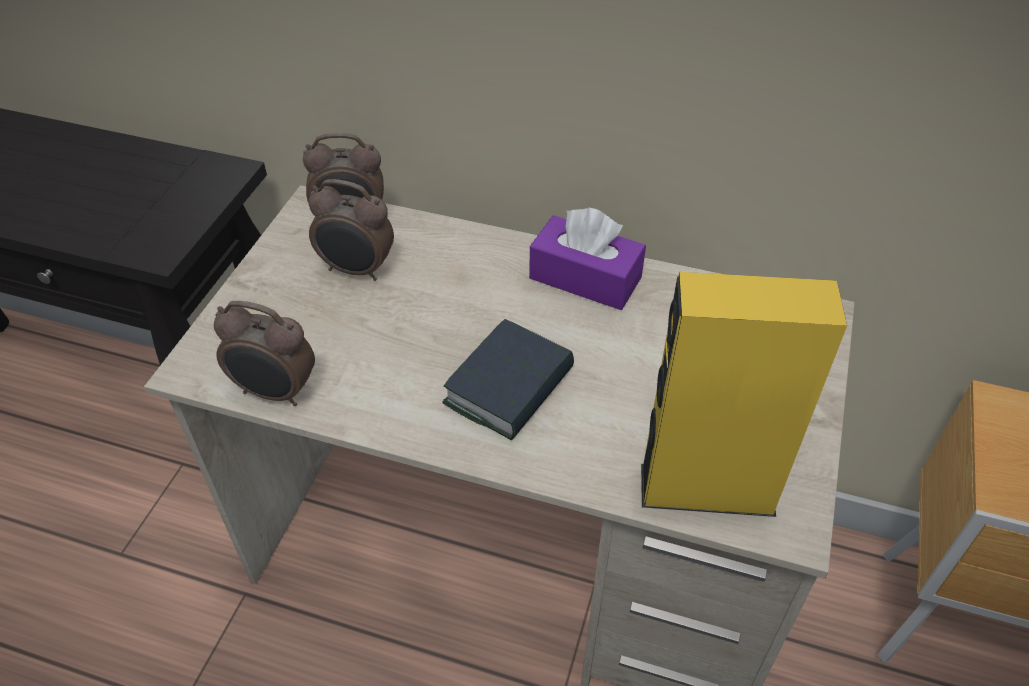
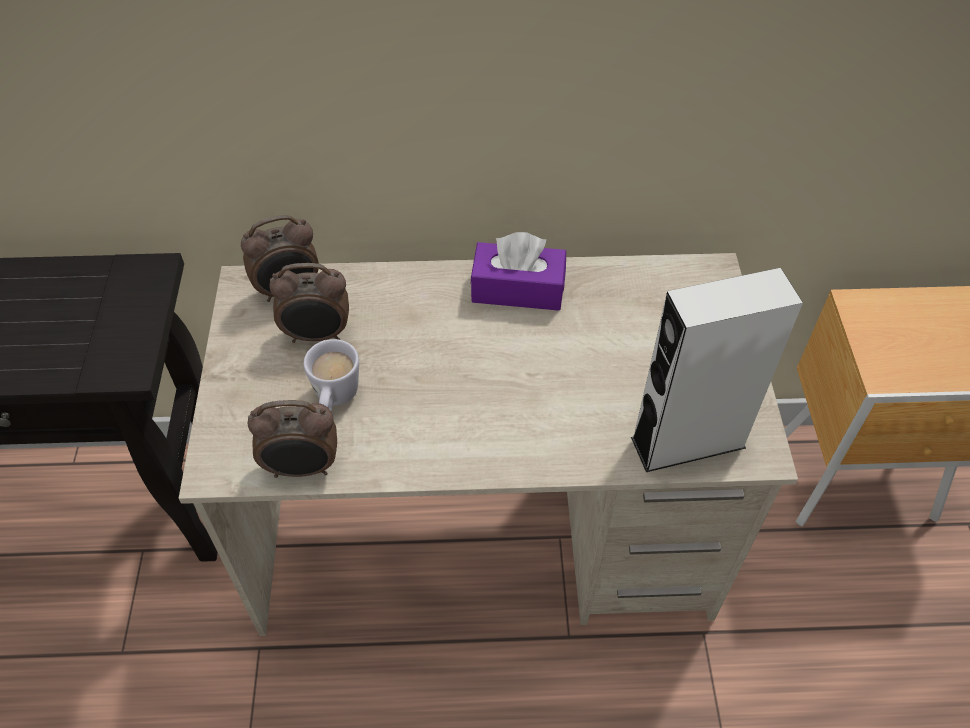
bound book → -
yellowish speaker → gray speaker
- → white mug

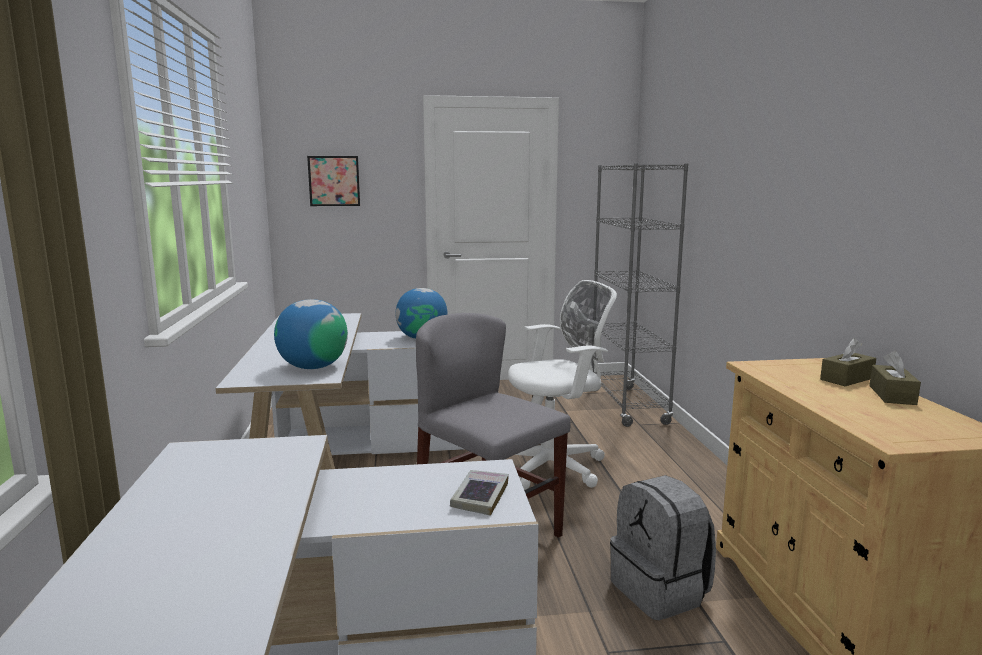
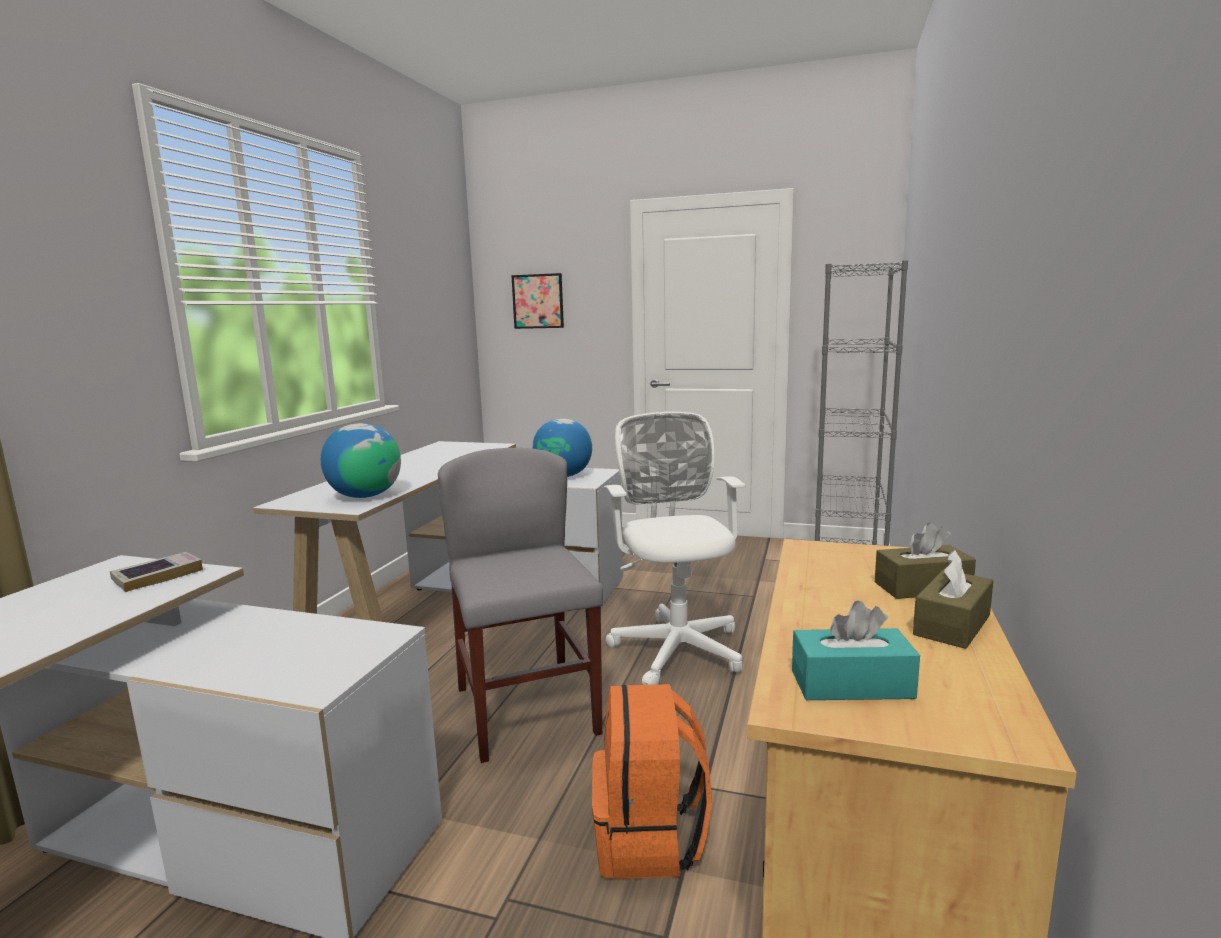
bound book, move
white office chair, 105 degrees counterclockwise
gray backpack → orange backpack
- → turquoise tissue box

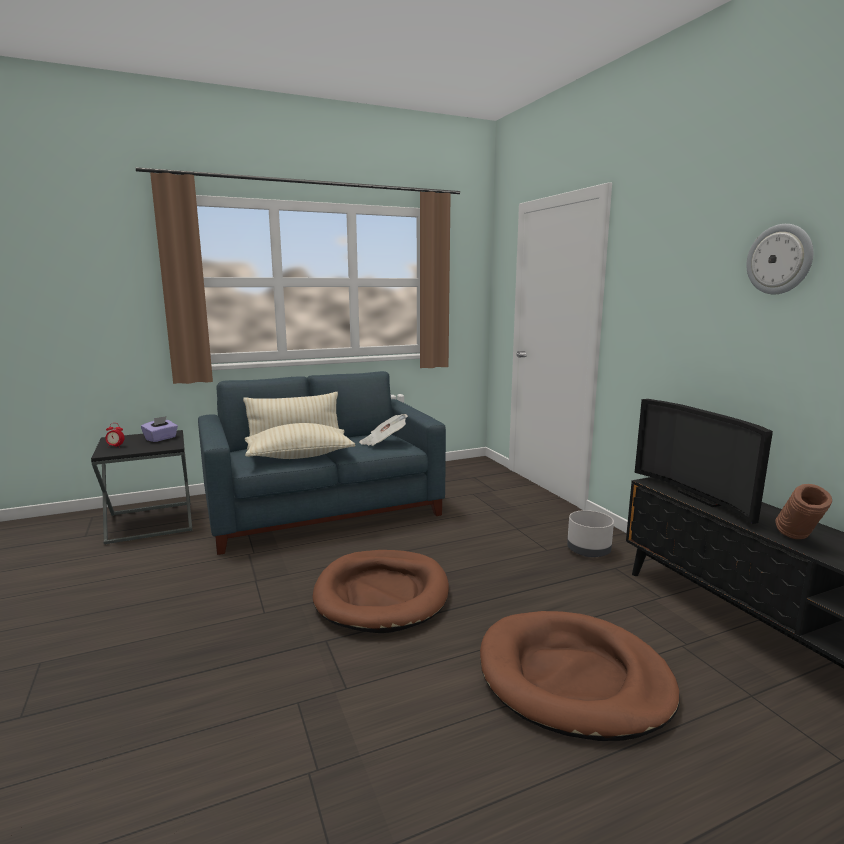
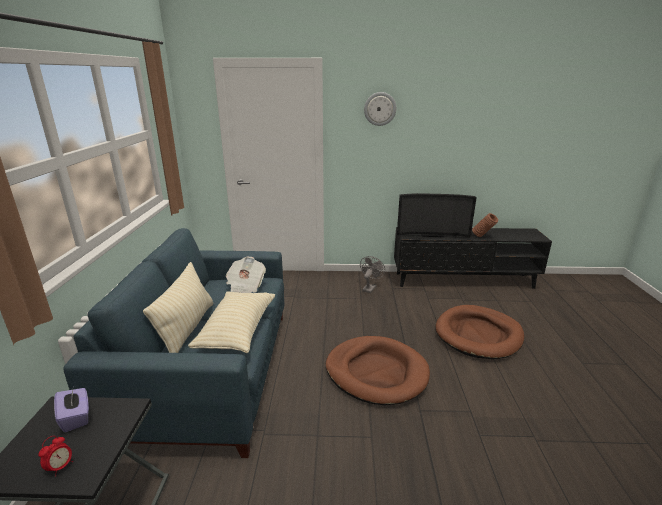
gray planter → gray fan
clock on the wall, move

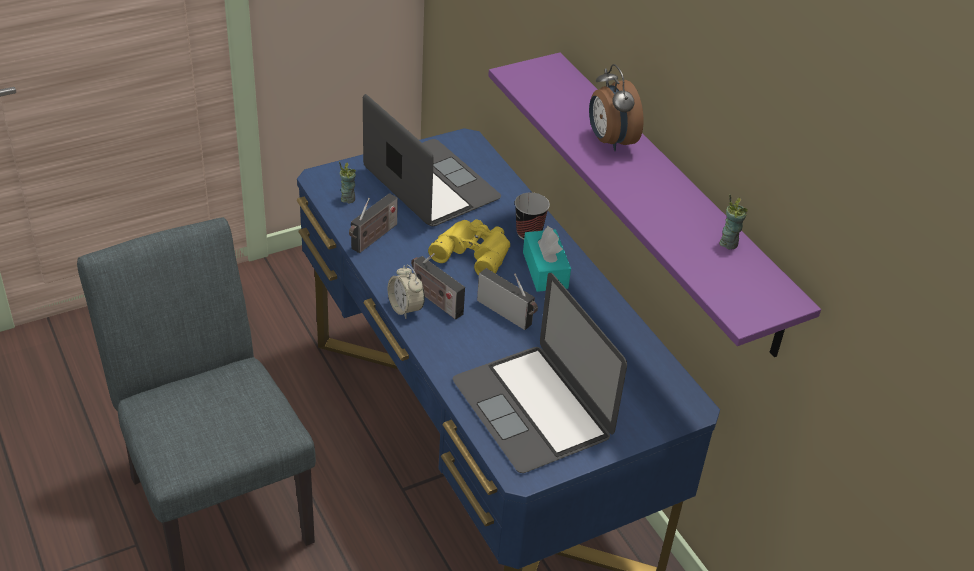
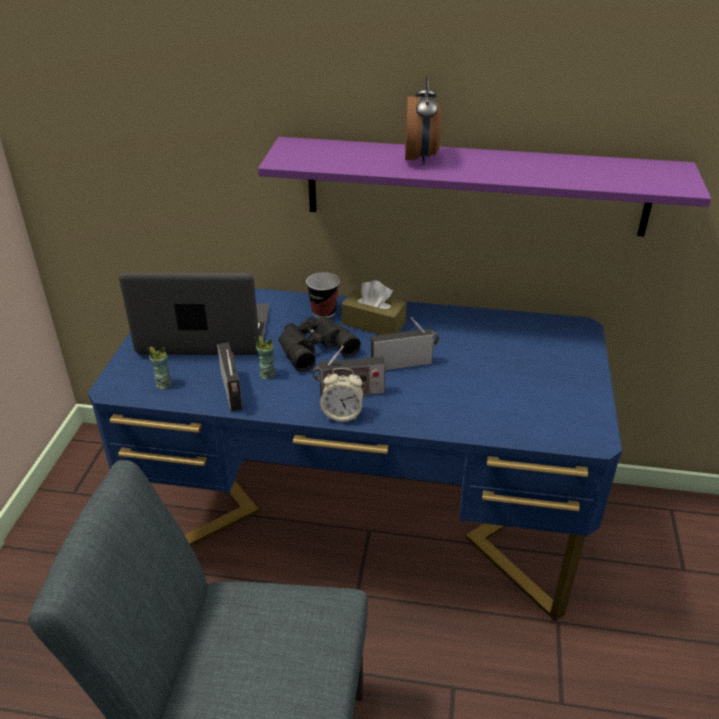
yellowish pair of binoculars → black-coloured pair of binoculars
laptop (2nd from left) → -
turquoise tissue box → brown-coloured tissue box
table clock (2nd from left), 105 degrees counterclockwise
drinking cup (3rd from left in the first image) → drinking cup (2nd from left), move

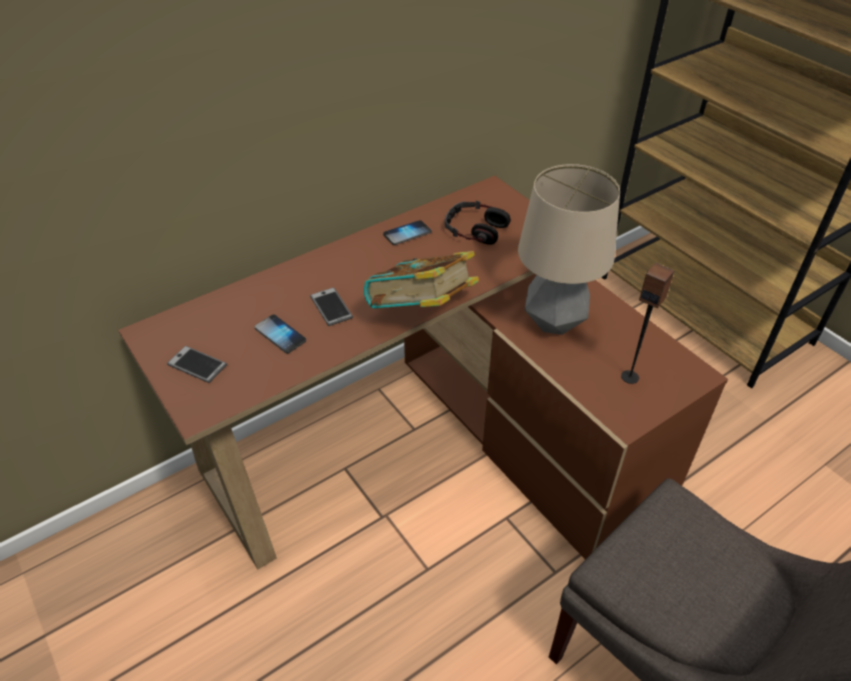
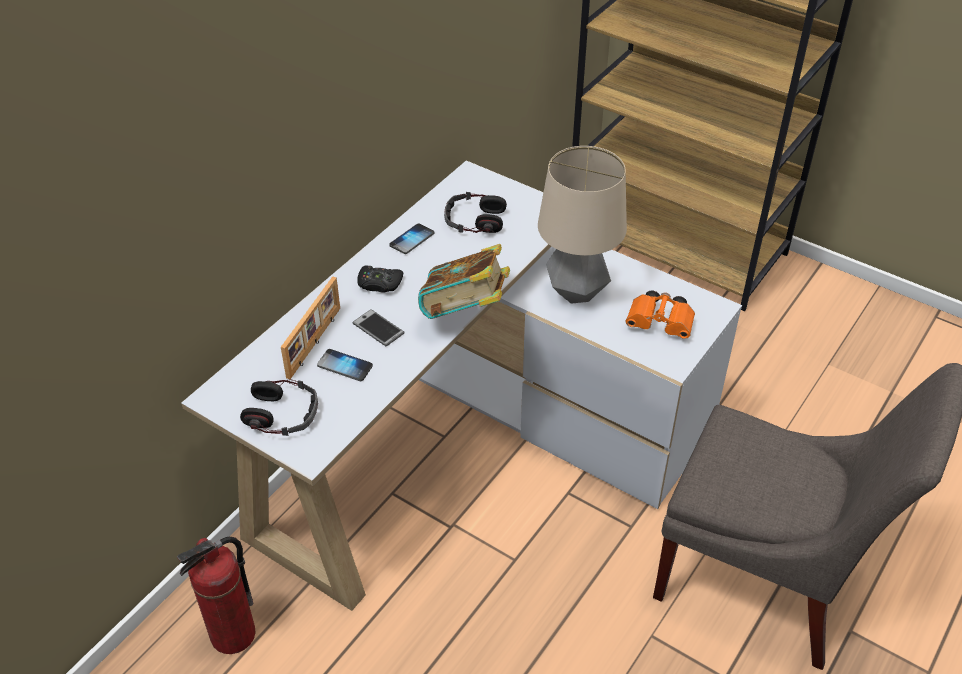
brown-coloured desk unit → white desk unit
phone (1st from left) → headset (1st from left)
speaker → orange pair of binoculars
- → extinguisher
- → standing frame
- → black-coloured joypad

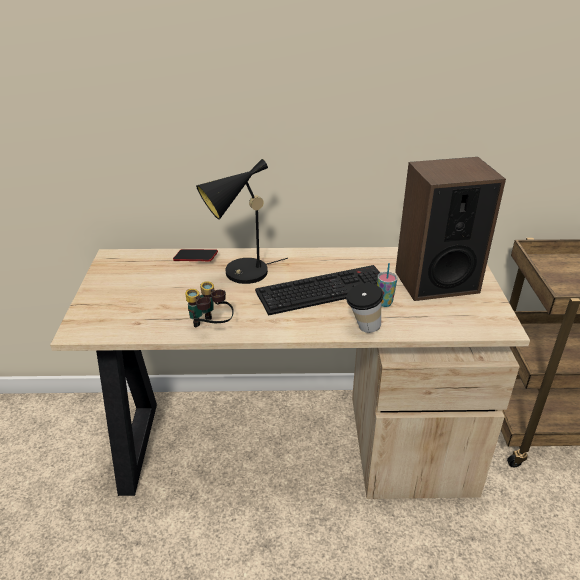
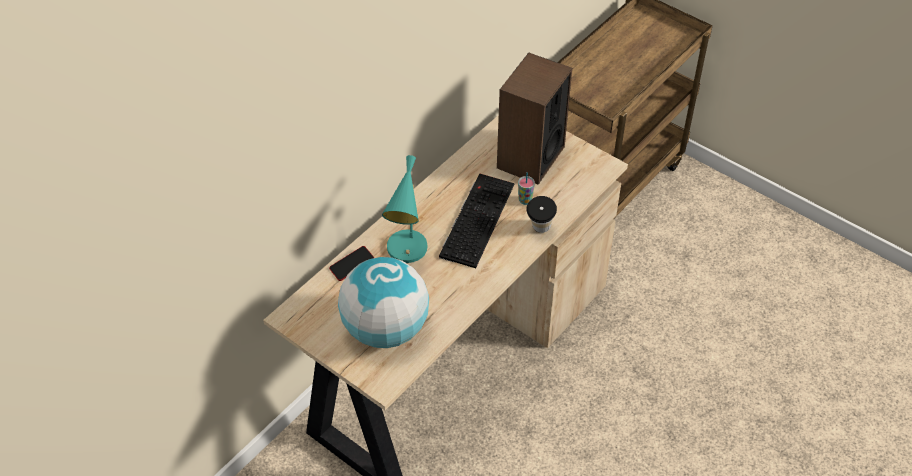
pair of binoculars → -
black-coloured table lamp → turquoise table lamp
- → globe

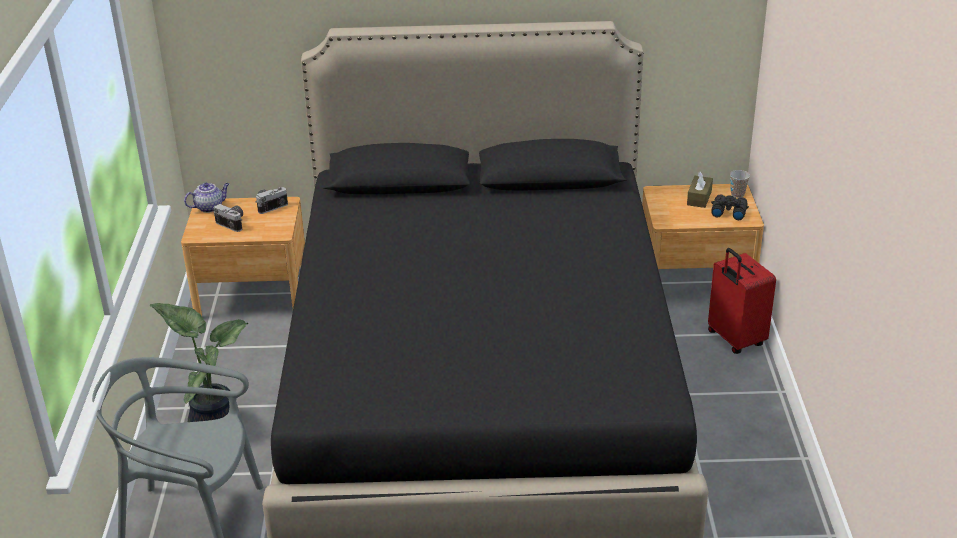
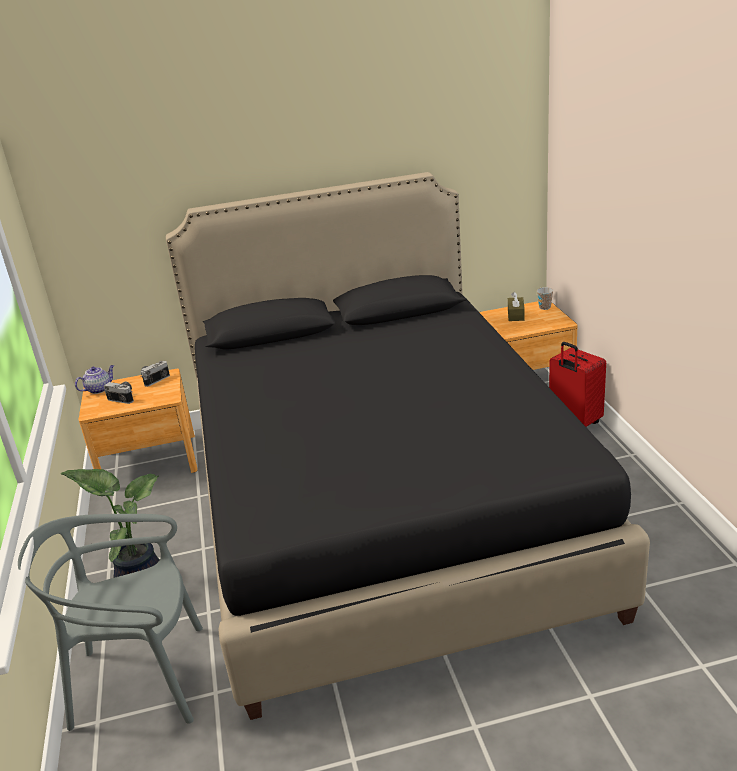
black-coloured pair of binoculars → -

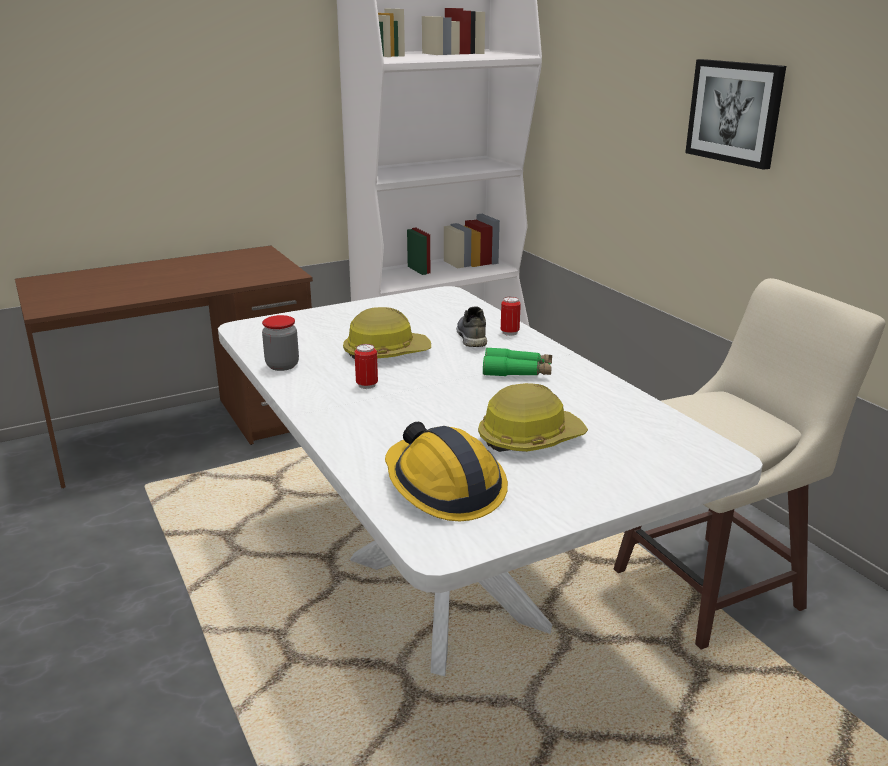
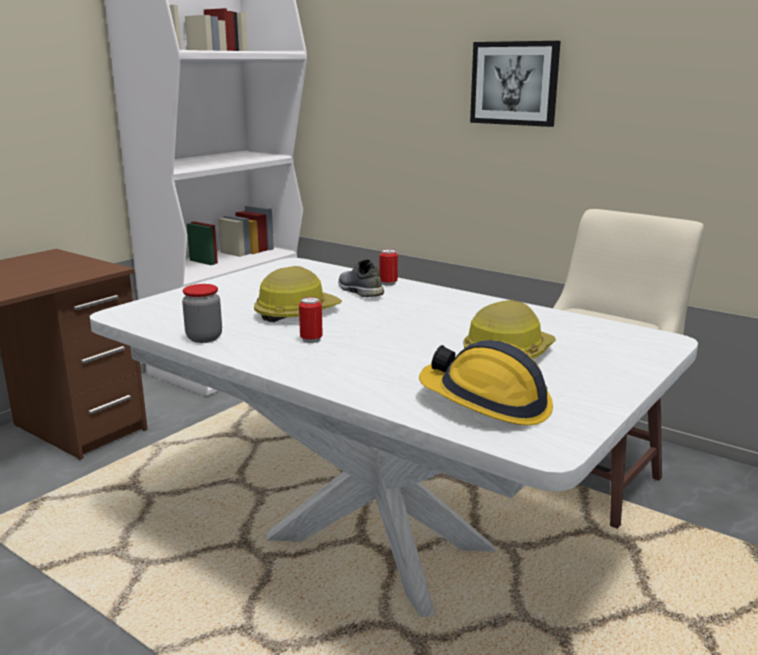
greenish pair of binoculars → -

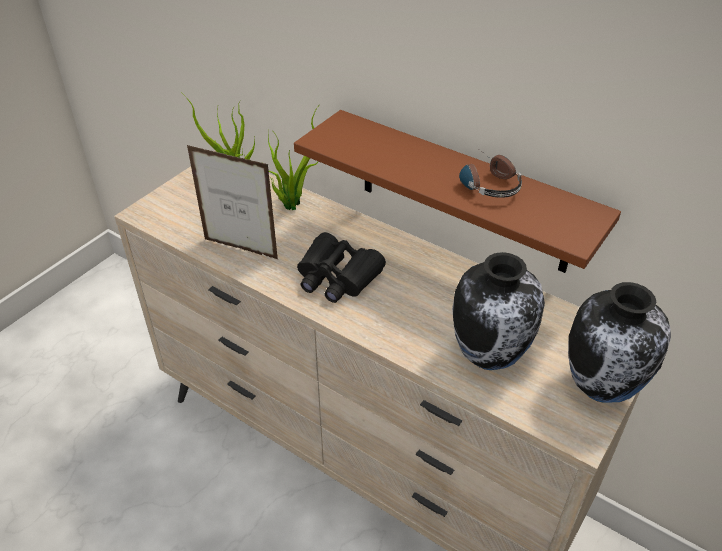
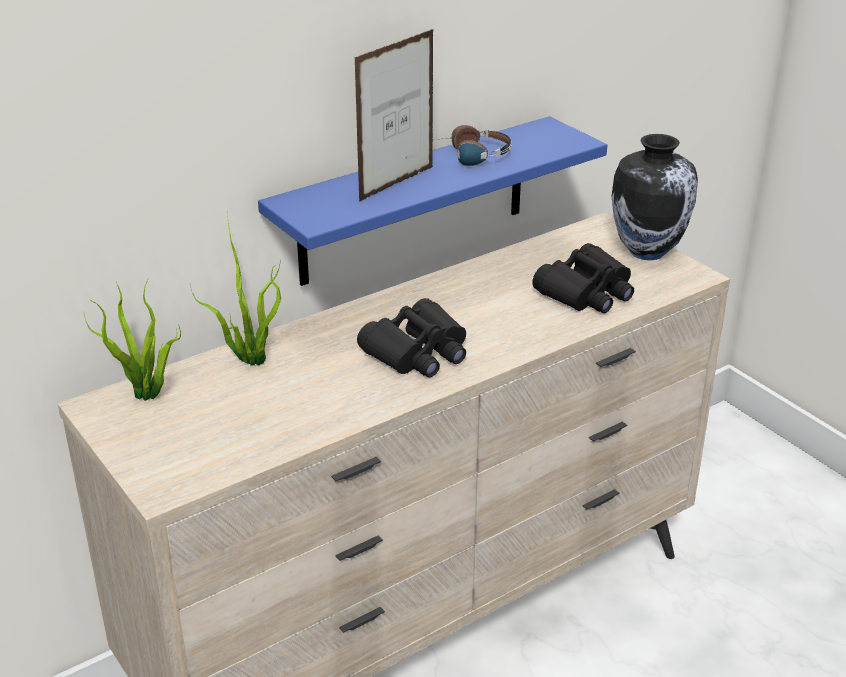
standing frame, move
brown-coloured shelf → blue-coloured shelf
flower vase (1st from left) → black-coloured pair of binoculars (2nd from left)

